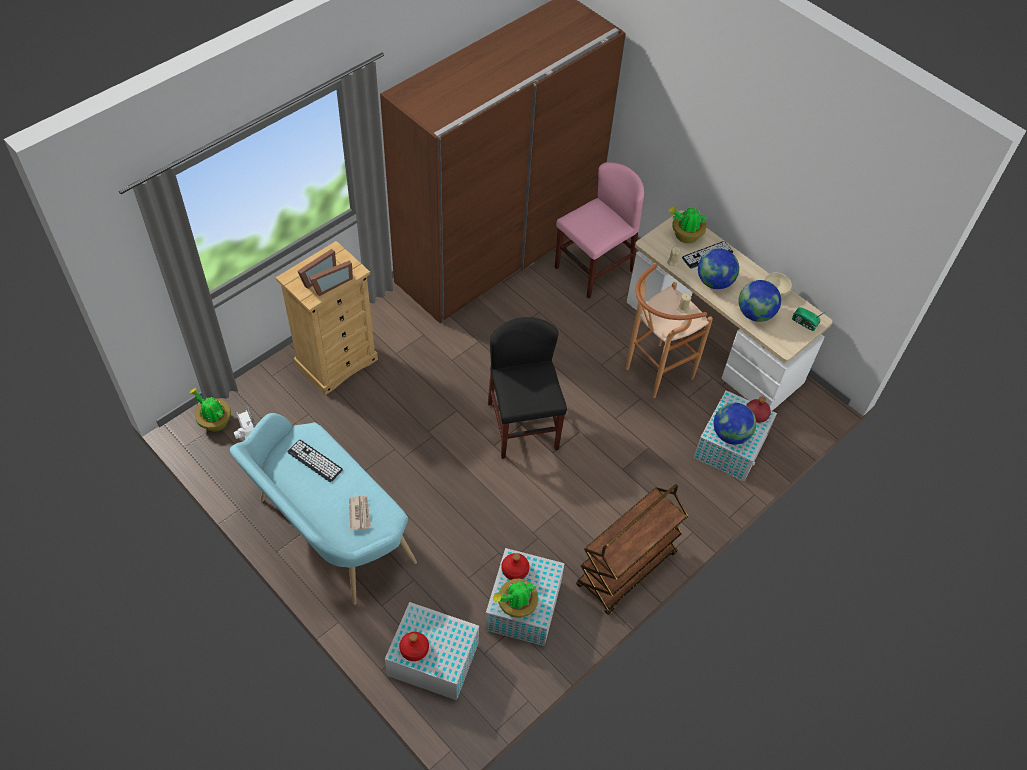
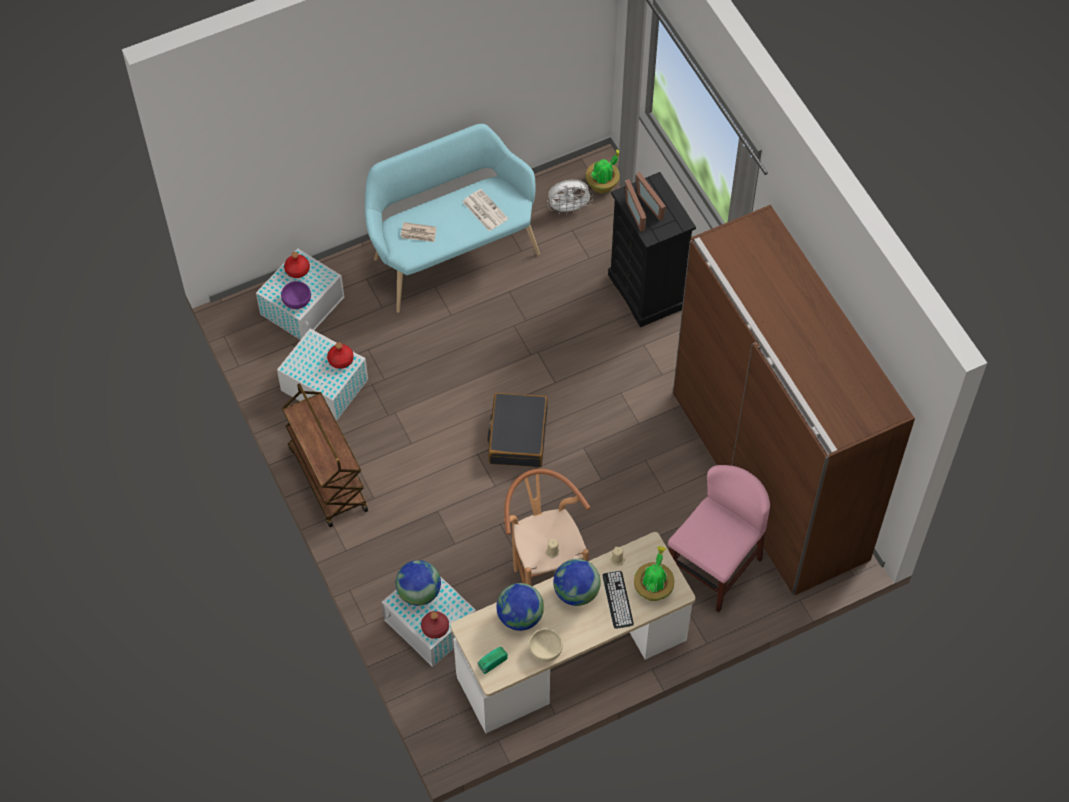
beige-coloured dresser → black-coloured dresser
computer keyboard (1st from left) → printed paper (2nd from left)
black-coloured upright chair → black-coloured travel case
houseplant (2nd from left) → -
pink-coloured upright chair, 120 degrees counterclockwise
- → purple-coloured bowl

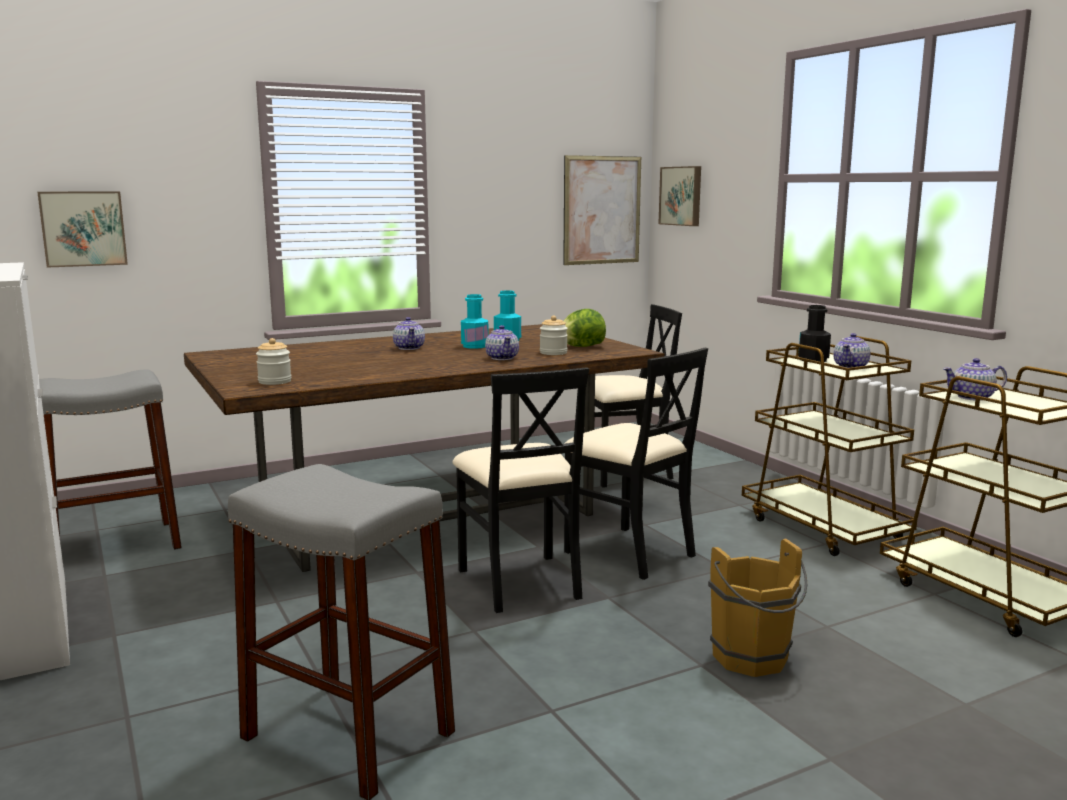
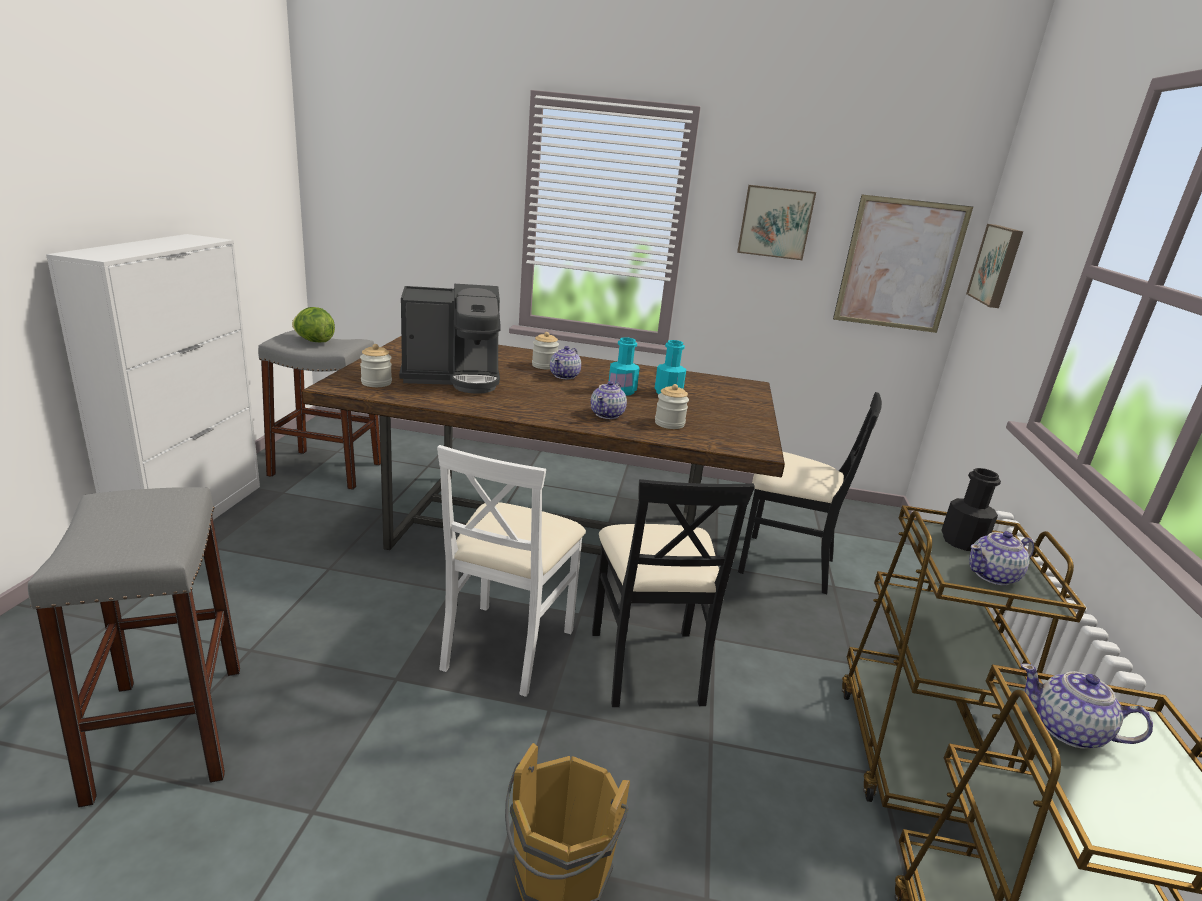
wall picture (1st from left), move
black-coloured upright chair (1st from left) → white upright chair
lettuce head, move
- → coffee maker
- → jar (2nd from left)

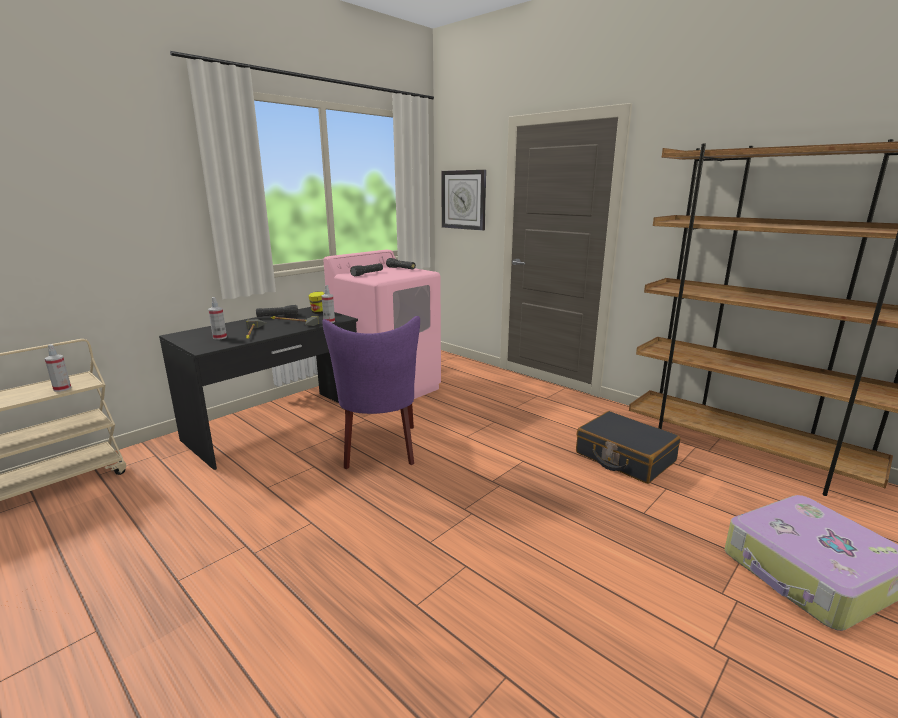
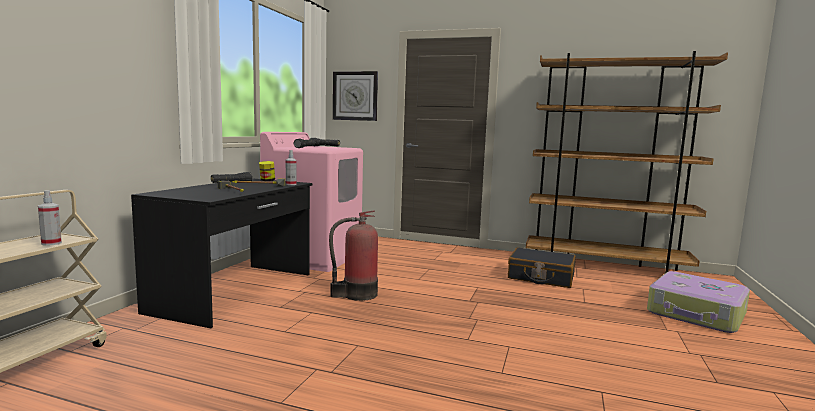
sprayer (2nd from left) → -
purple-coloured upright chair → extinguisher

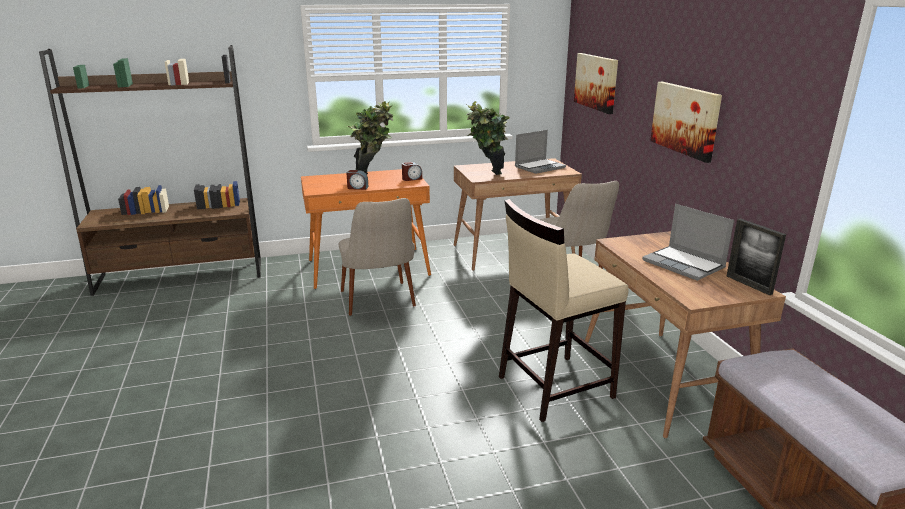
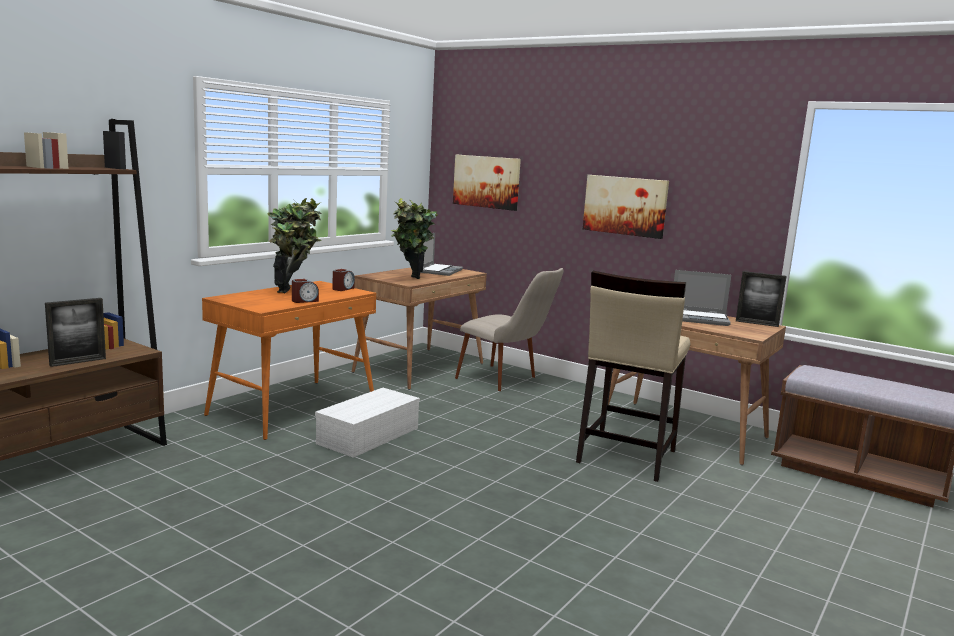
beige-coloured upright chair (1st from left) → white storage box
- → standing frame (1st from left)

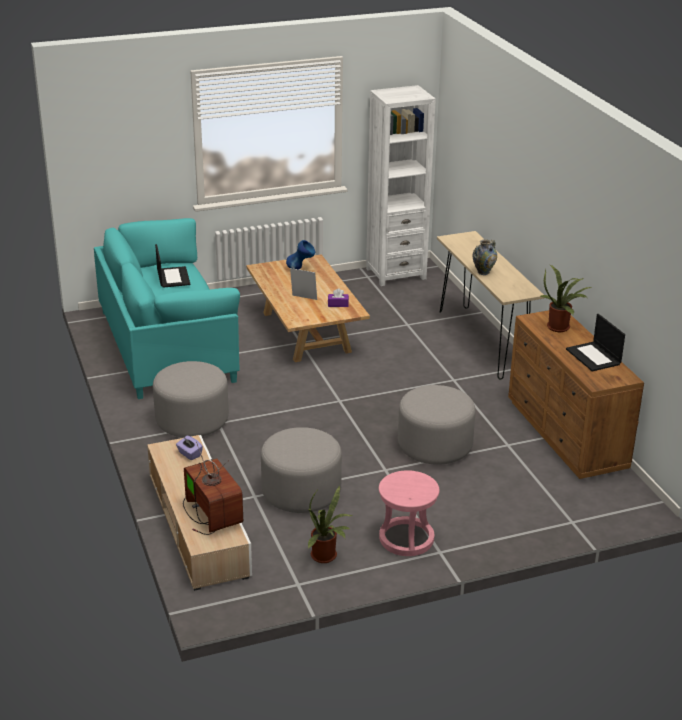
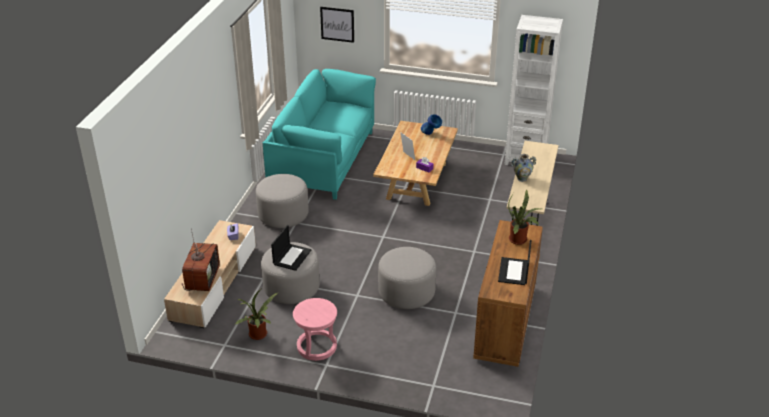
laptop (1st from left), move
- → wall picture

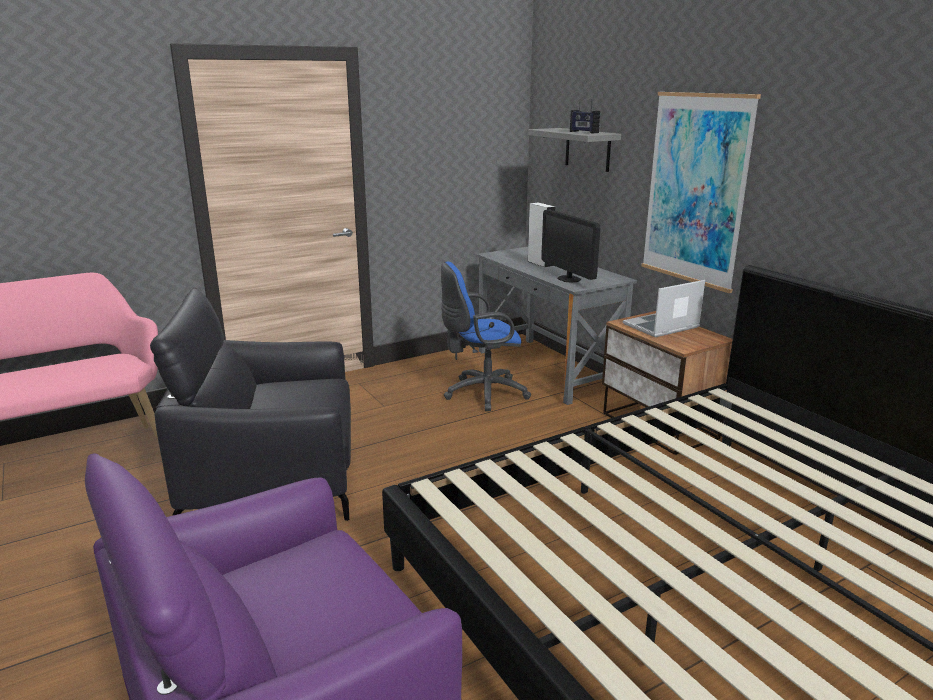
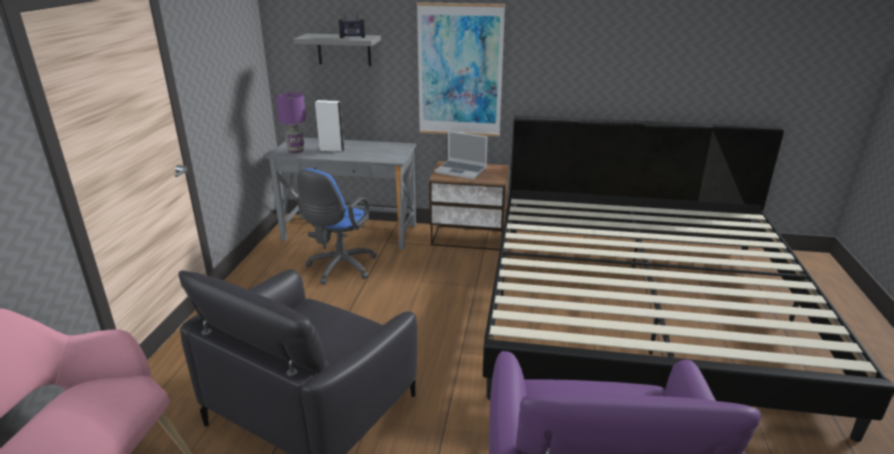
computer screen → -
laptop, 75 degrees counterclockwise
- → purple-coloured table lamp

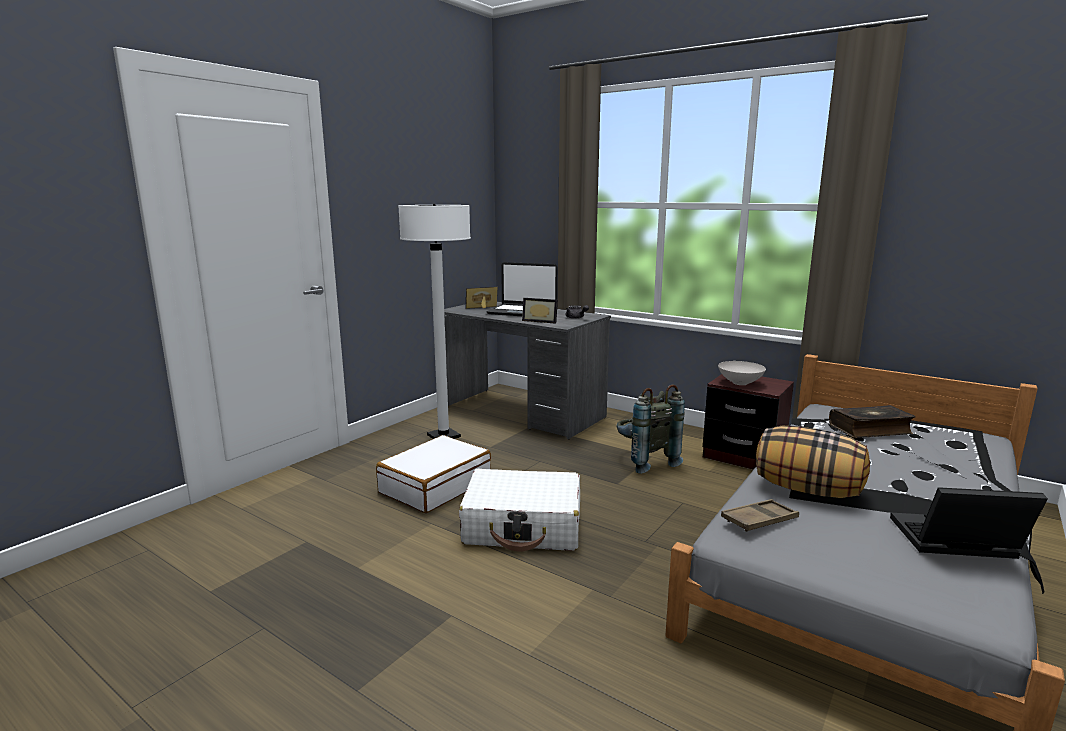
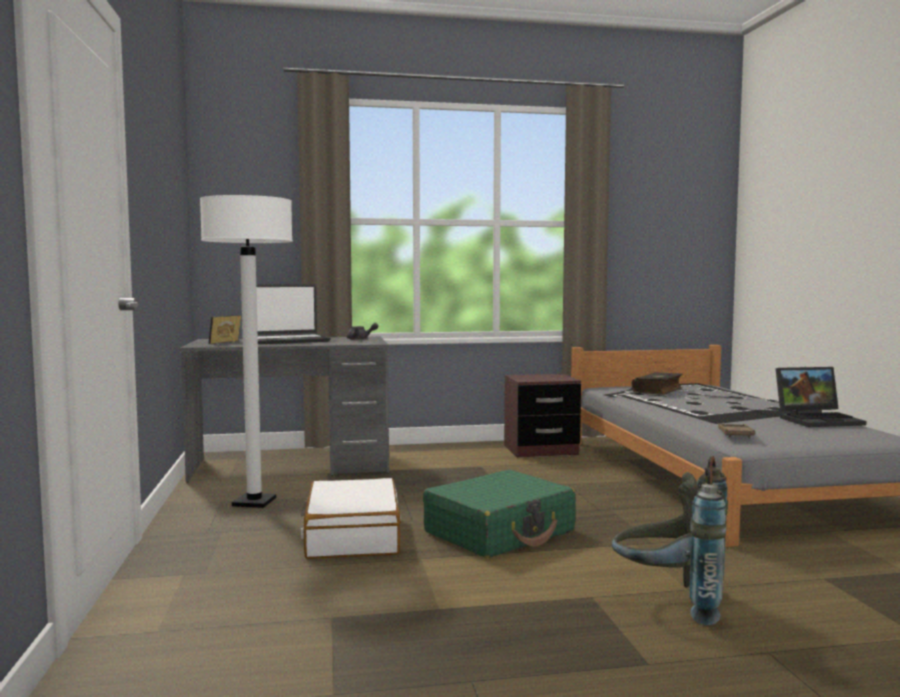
white travel case (2nd from left) → greenish travel case
standing frame (2nd from left) → -
gray backpack, move
white bowl → -
pillow → -
laptop (2nd from left), 150 degrees counterclockwise

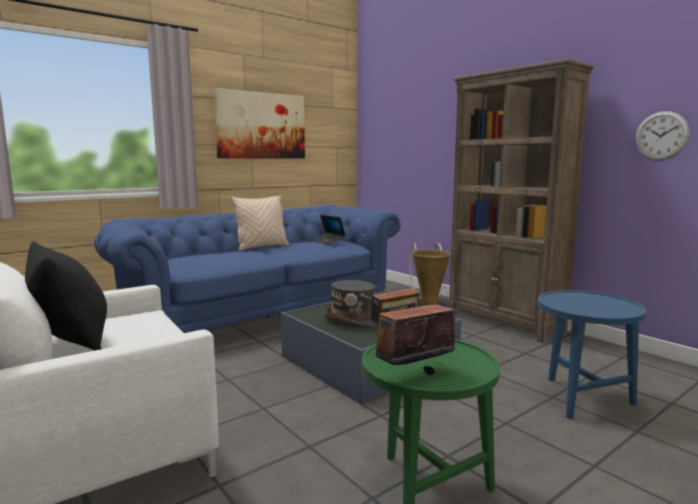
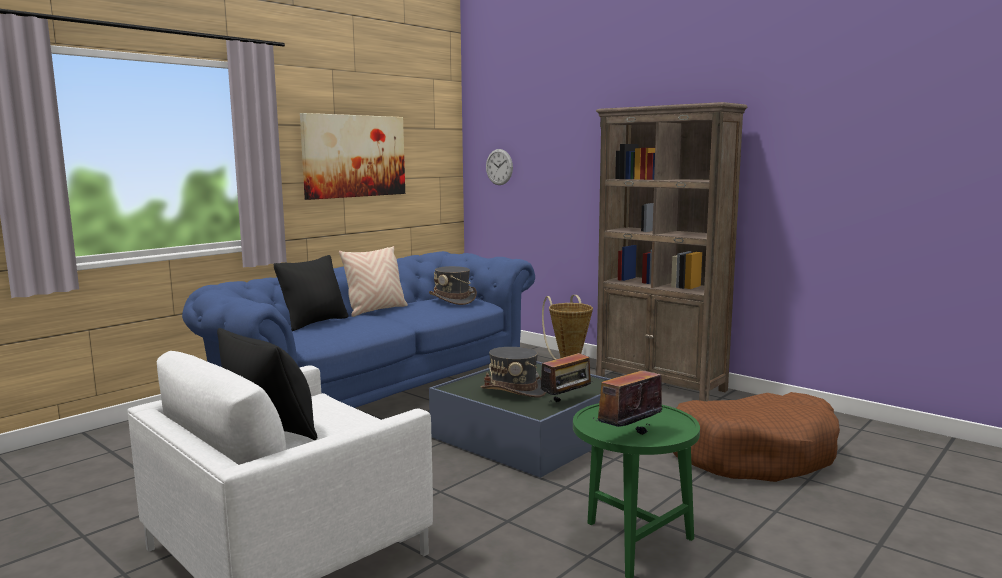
laptop → gray wearable hat (1st from left)
blue-coloured accent table → brown-coloured pet bed
clock on the wall, move
- → black-coloured pillow (2nd from left)

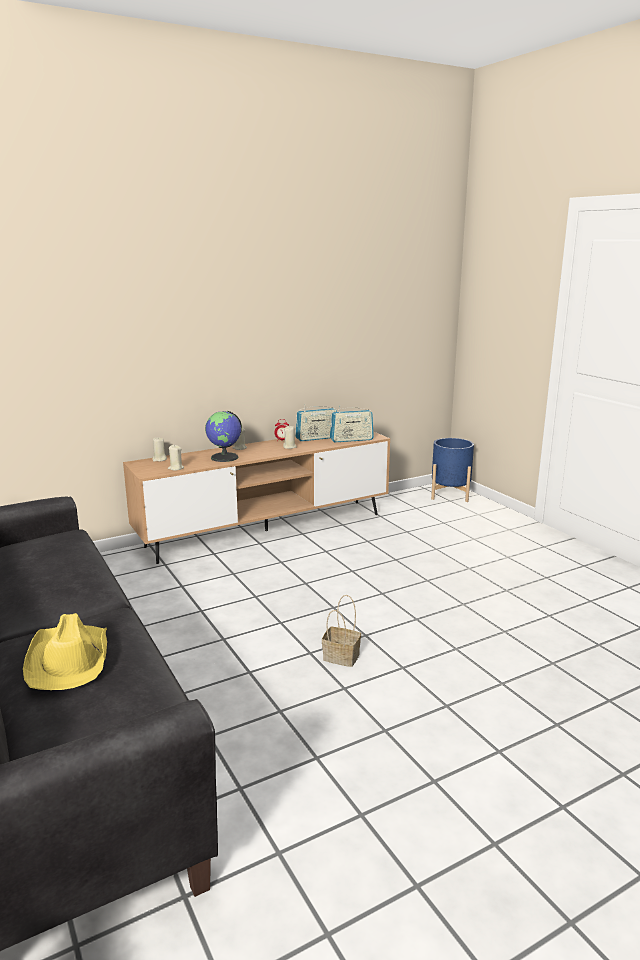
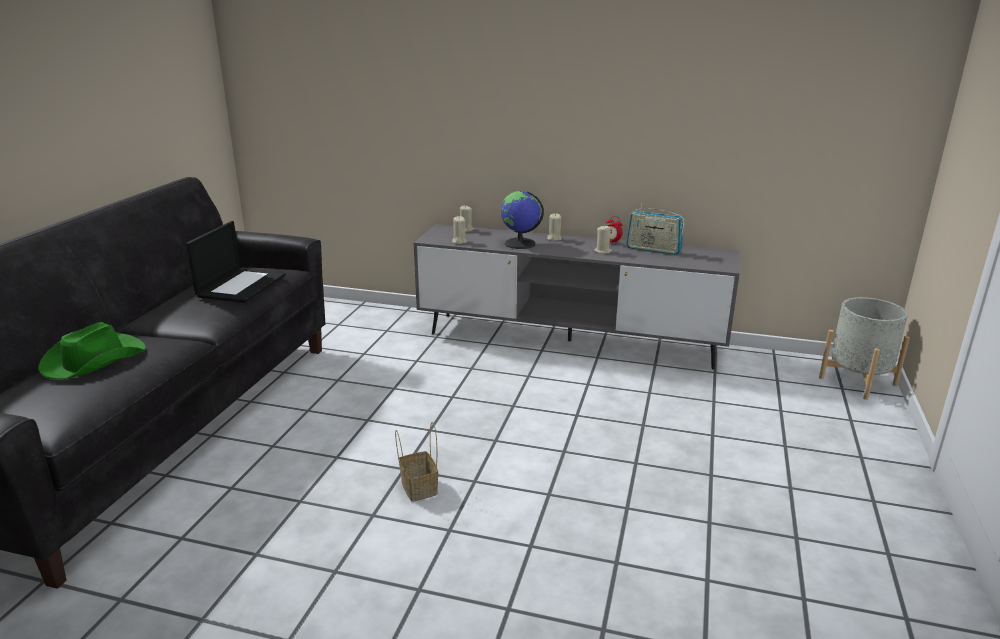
yellowish wearable hat → greenish wearable hat
brown-coloured tv unit → gray tv unit
radio receiver (2nd from left) → -
blue-coloured planter → gray planter
- → laptop

